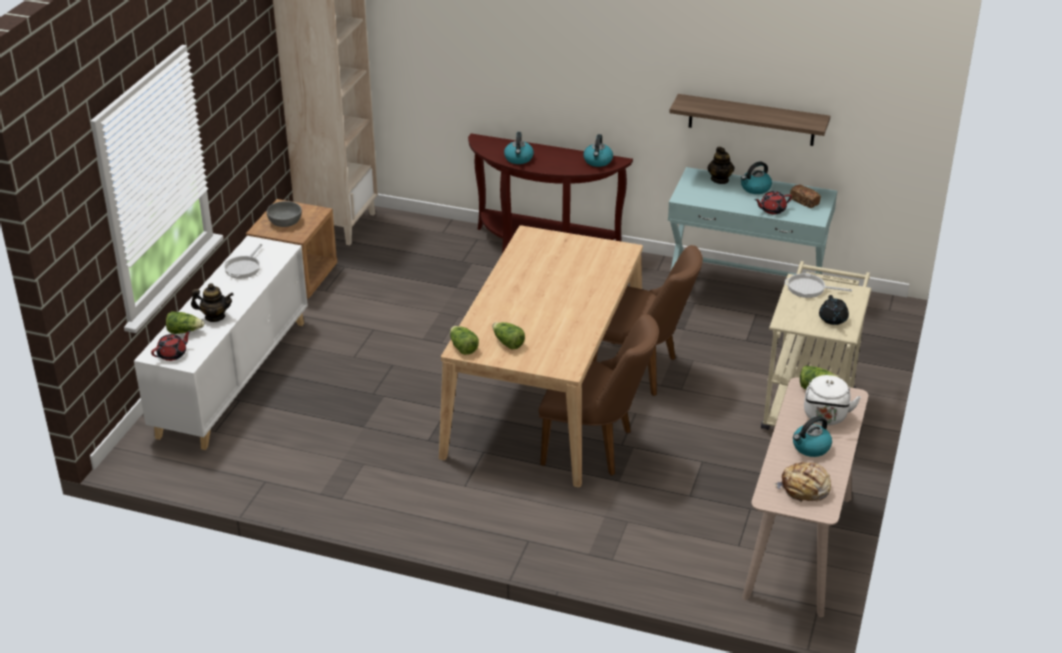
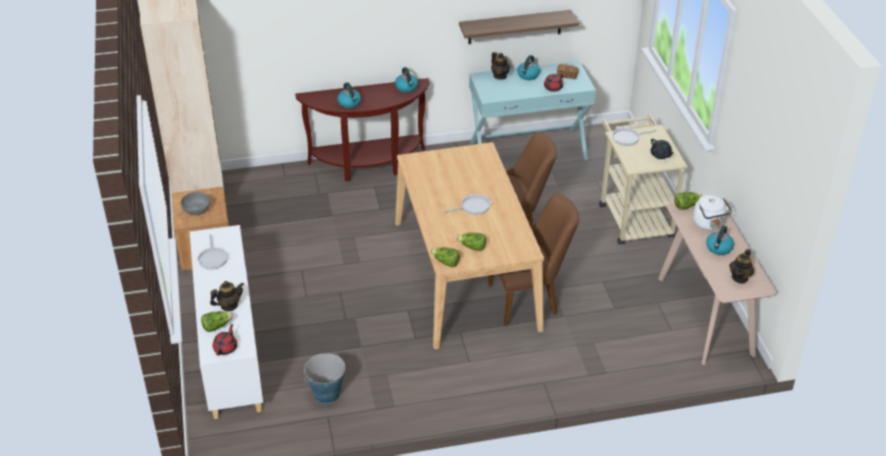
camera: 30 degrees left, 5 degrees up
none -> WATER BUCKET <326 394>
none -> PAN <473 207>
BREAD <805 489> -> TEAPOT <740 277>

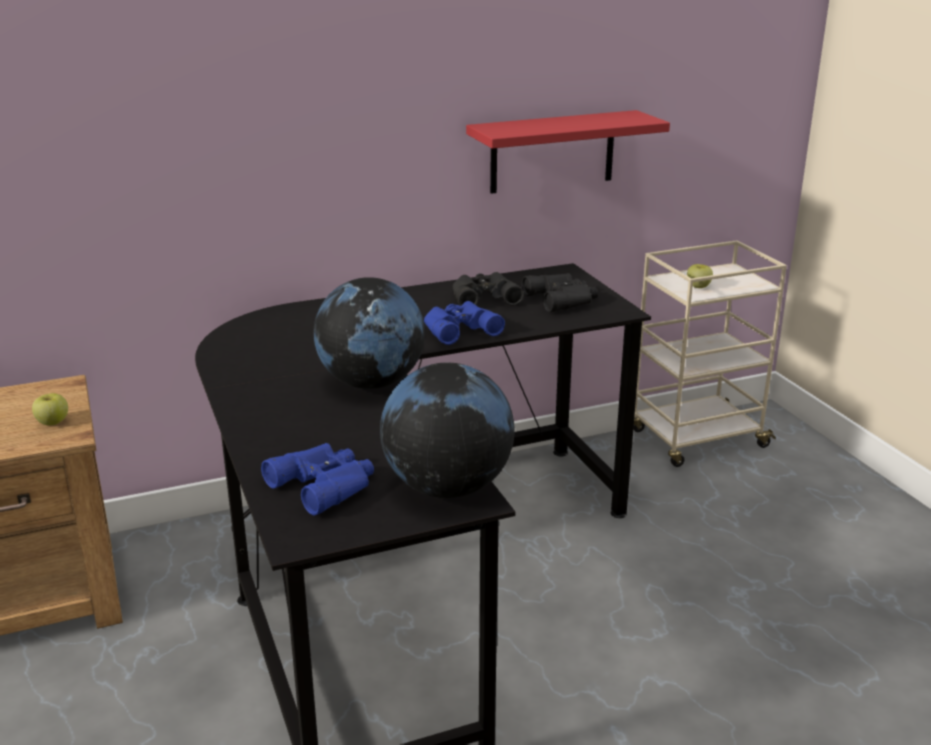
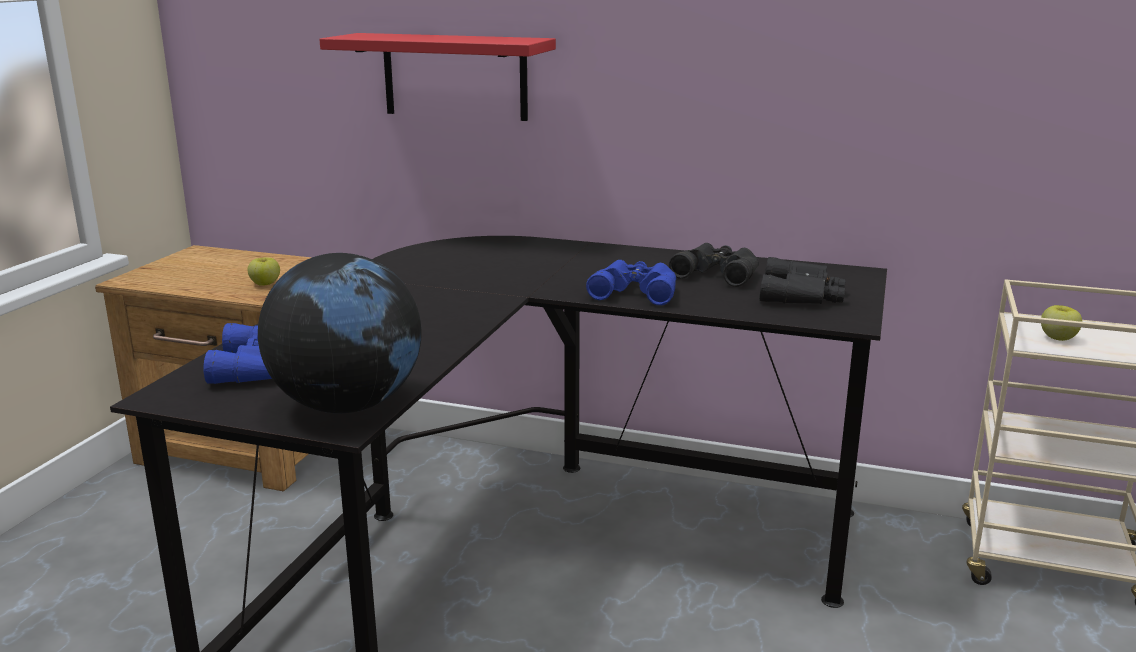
camera: 40 degrees right, 5 degrees down
REDDISH BRACKET SHELF <552 152> -> REDDISH BRACKET SHELF <455 76>, move
GLOBE <371 383> -> none

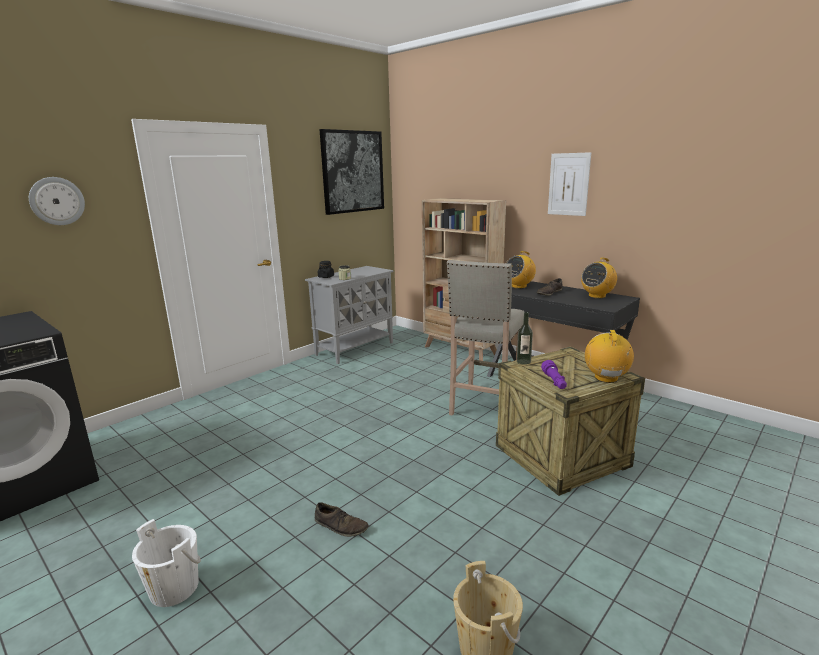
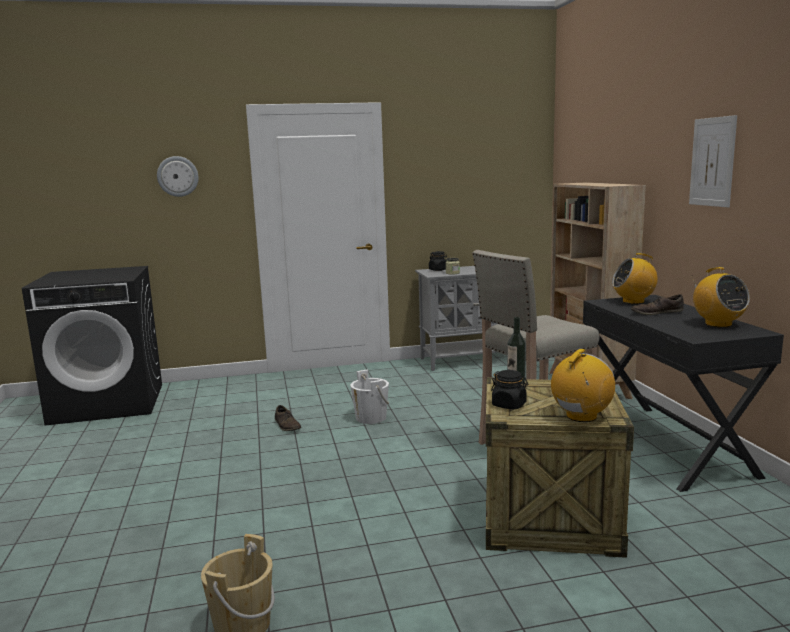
camera: 35 degrees right, 5 degrees down
BROWN LOW SHOE <341 526> -> BROWN LOW SHOE <287 425>, move
WHITISH WATER BUCKET <174 588> -> WHITISH WATER BUCKET <371 418>, move
PURPLE HAND TORCH <554 382> -> BLACK-COLOURED PRESERVE JAR <509 405>
RADIO <597 296> -> RADIO <718 324>, 105 degrees counterclockwise
PICTURE <353 171> -> none

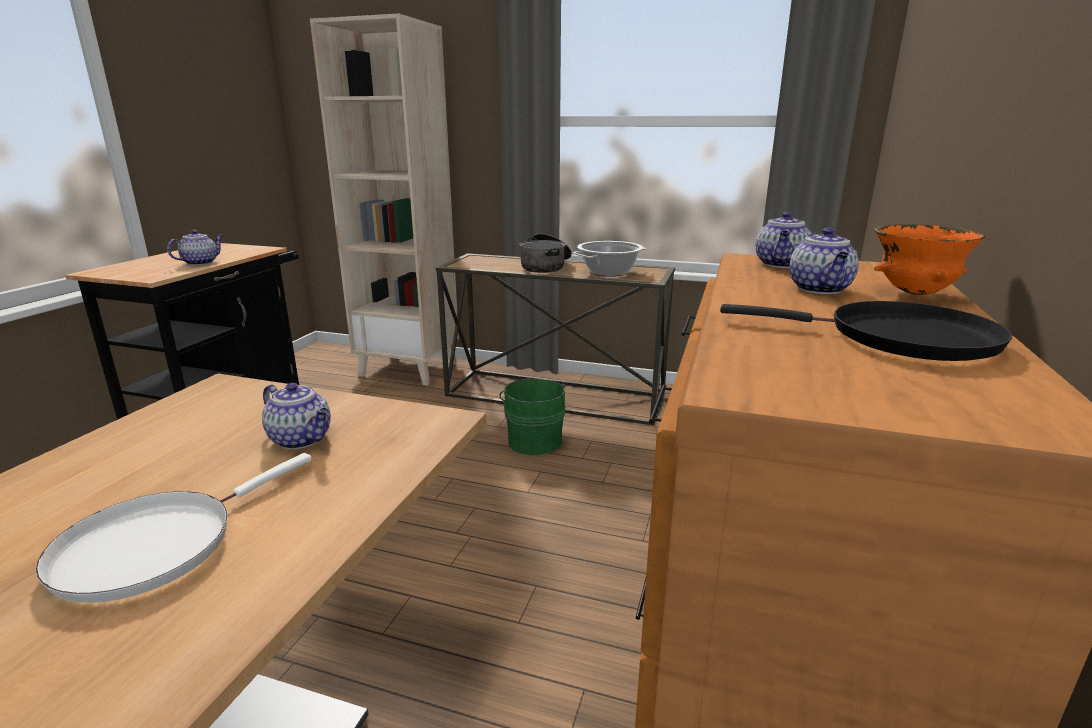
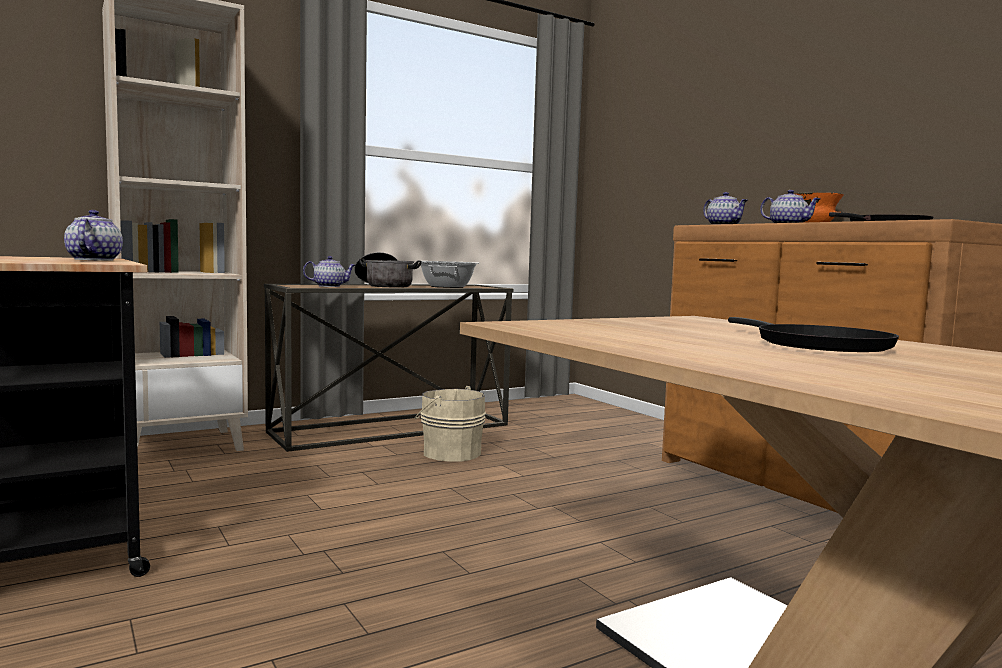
camera: 50 degrees left, 15 degrees down
TEAPOT <302 439> -> TEAPOT <330 286>, move
GREENISH WATER BUCKET <534 440> -> BEIGE WATER BUCKET <449 453>
WHITISH PAN <156 545> -> BLACK-COLOURED PAN <816 345>

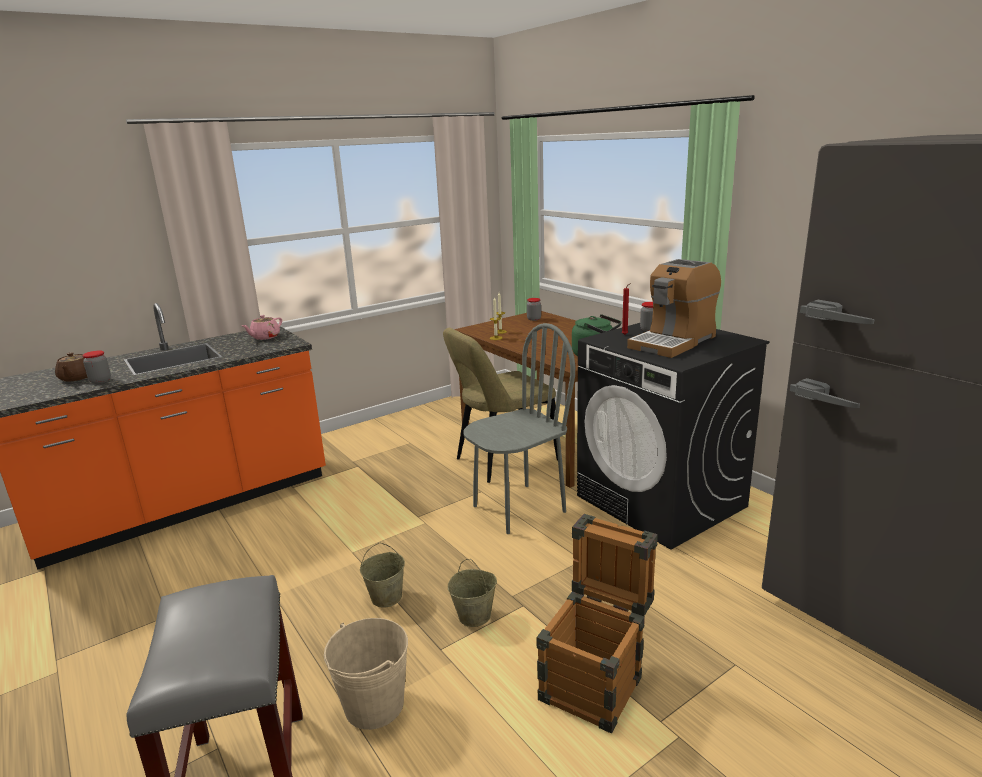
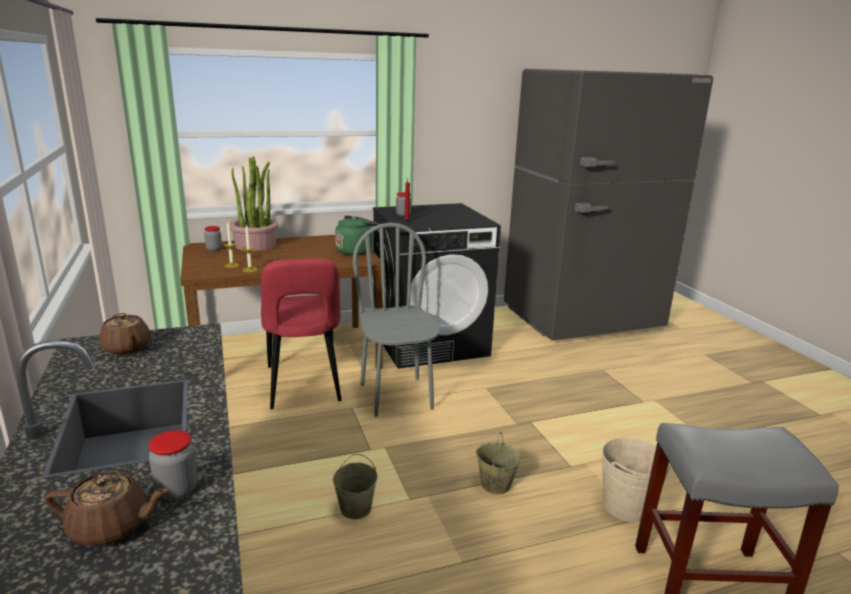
camera: 75 degrees left, 0 degrees up
PINKISH TEAPOT <265 337> -> BROWN TEAPOT <127 348>
none -> POTTED PLANT <255 245>
BEIGE CHAIR <502 461> -> REDDISH CHAIR <303 386>
BEIGE WATER BUCKET <475 615> -> BEIGE WATER BUCKET <355 508>, move
PACKING CRATE <597 680> -> none
COFFEE MAKER <673 342> -> none

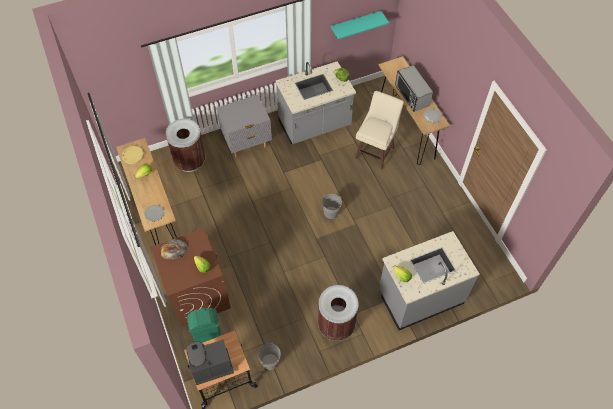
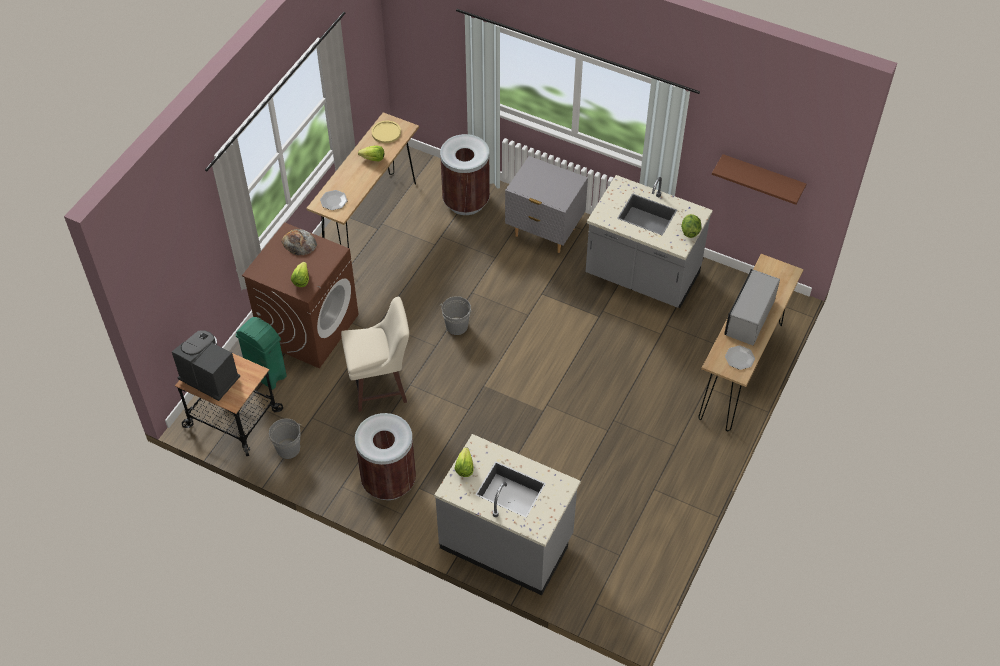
camera: 50 degrees right, 5 degrees down
BEIGE STOOL <375 152> -> BEIGE STOOL <381 387>, move
GREY WATER BUCKET <331 212> -> GREY WATER BUCKET <456 326>, move
TURQUOISE-COLOURED BRACKET SHELF <355 24> -> BROWN BRACKET SHELF <762 178>

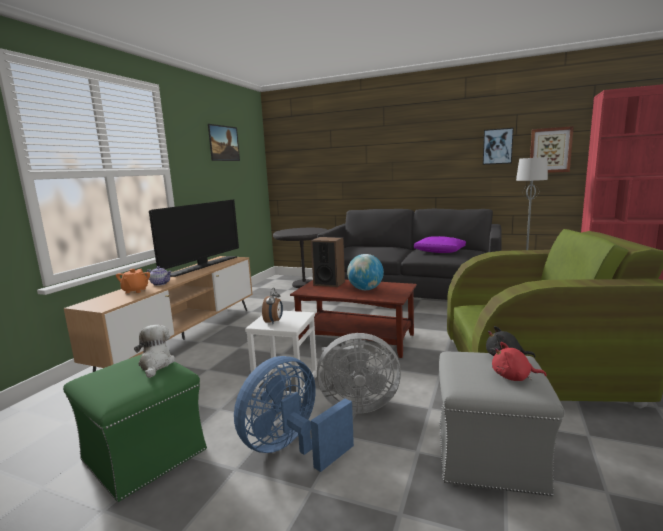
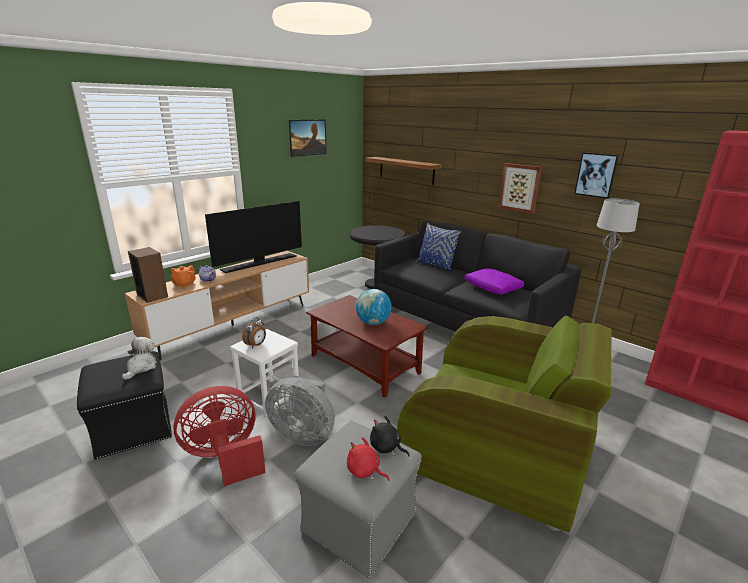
camera: 20 degrees right, 10 degrees up
GREENISH OTTOMAN <143 454> -> BLACK-COLOURED OTTOMAN <133 427>
LOUDSPEAKER <329 283> -> LOUDSPEAKER <152 295>, move
BLUE-COLOURED COOLING FAN <291 448> -> REDDISH COOLING FAN <225 457>
none -> BRACKET SHELF <406 170>
none -> BLUE-COLOURED PILLOW <436 265>
PICTURE <550 150> -> PICTURE <520 187>, move

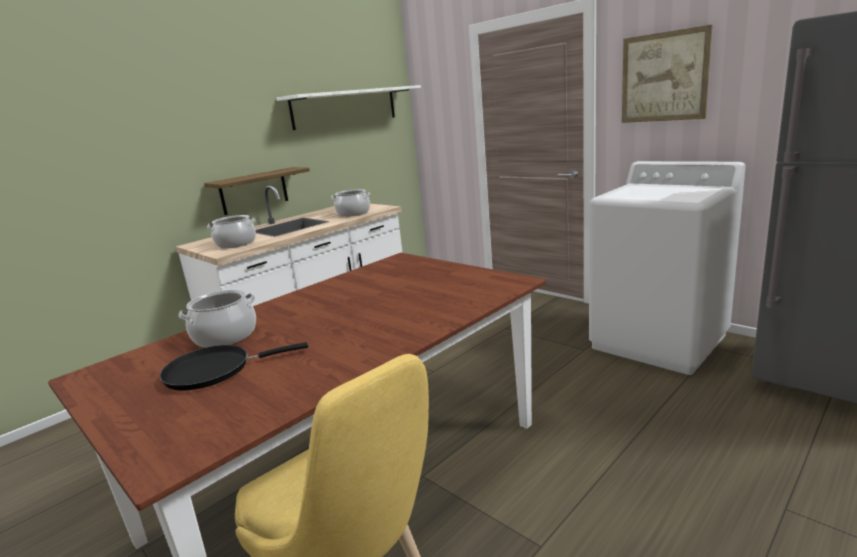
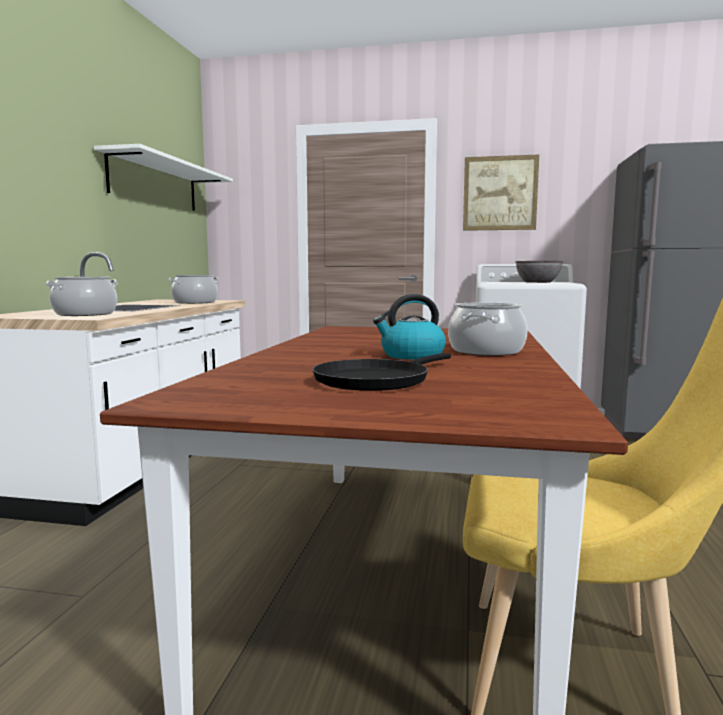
camera: 35 degrees left, 10 degrees down
none -> KETTLE <411 355>
COOKING POT <225 336> -> COOKING POT <485 351>, move
none -> GREY DEEP DISH <538 282>
BRACKET SHELF <254 191> -> none

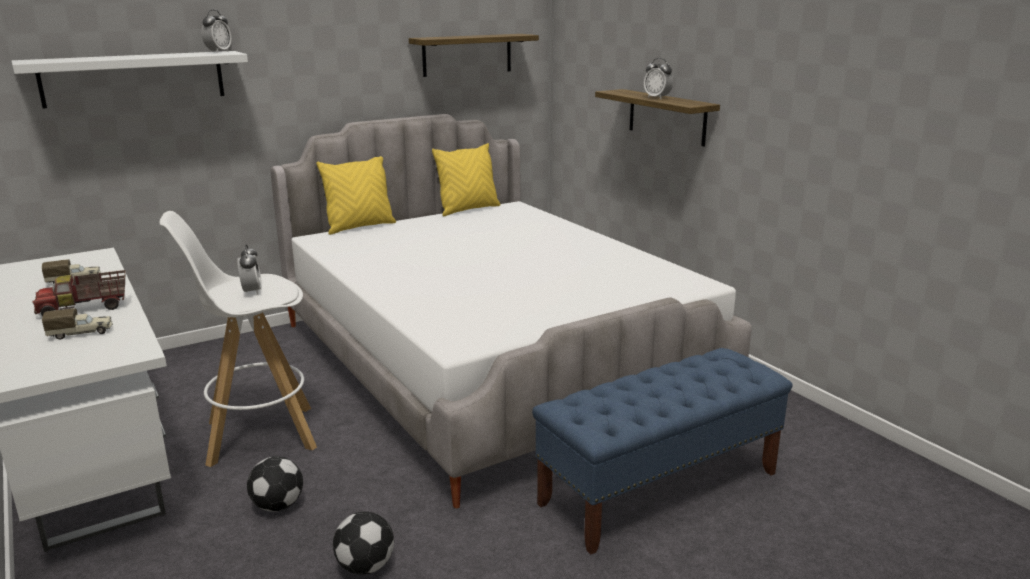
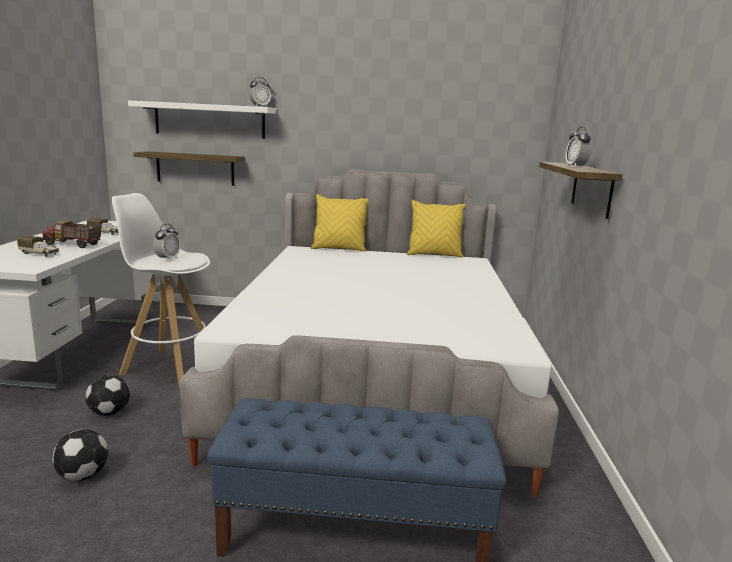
camera: 35 degrees right, 5 degrees down
BRACKET SHELF <467 55> -> BRACKET SHELF <195 168>, move

